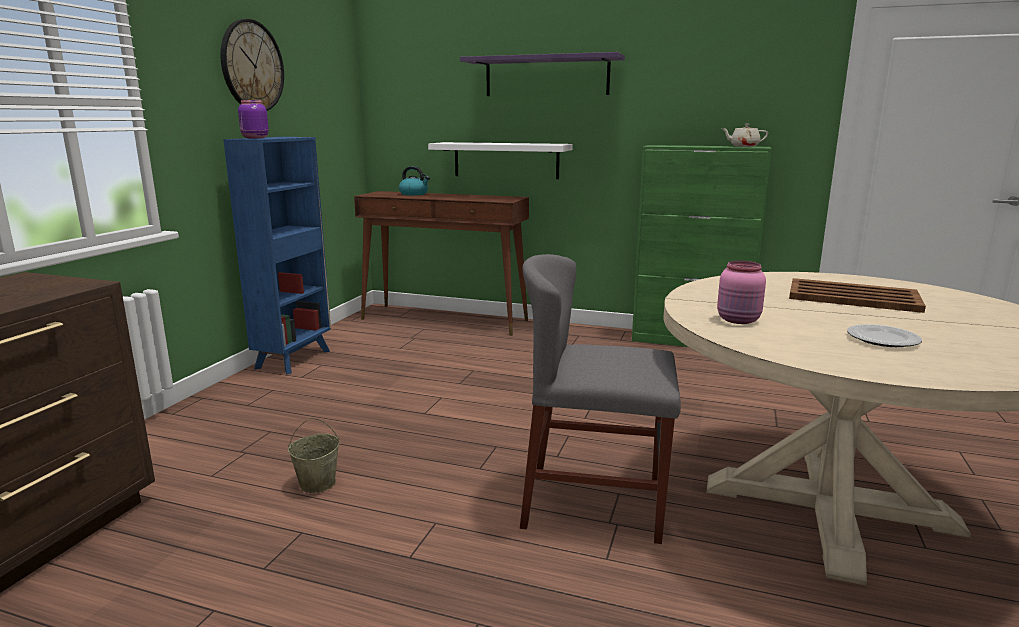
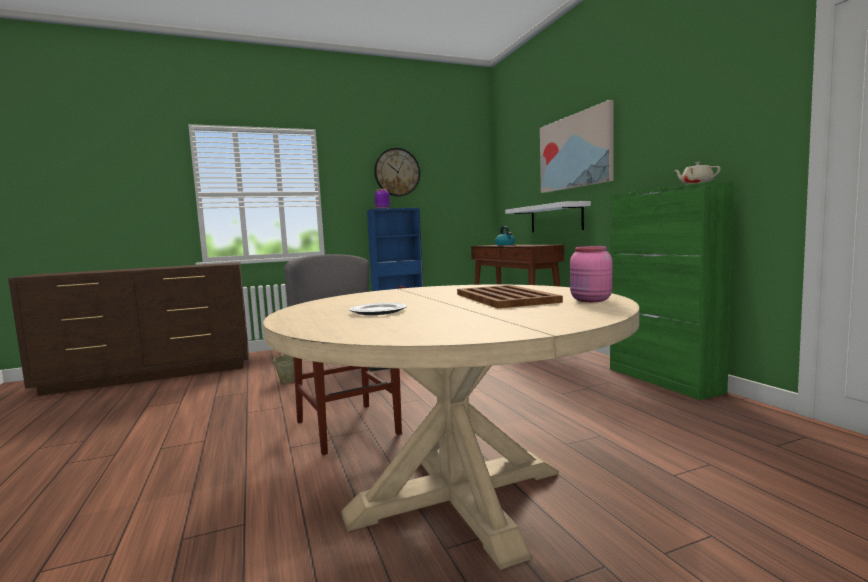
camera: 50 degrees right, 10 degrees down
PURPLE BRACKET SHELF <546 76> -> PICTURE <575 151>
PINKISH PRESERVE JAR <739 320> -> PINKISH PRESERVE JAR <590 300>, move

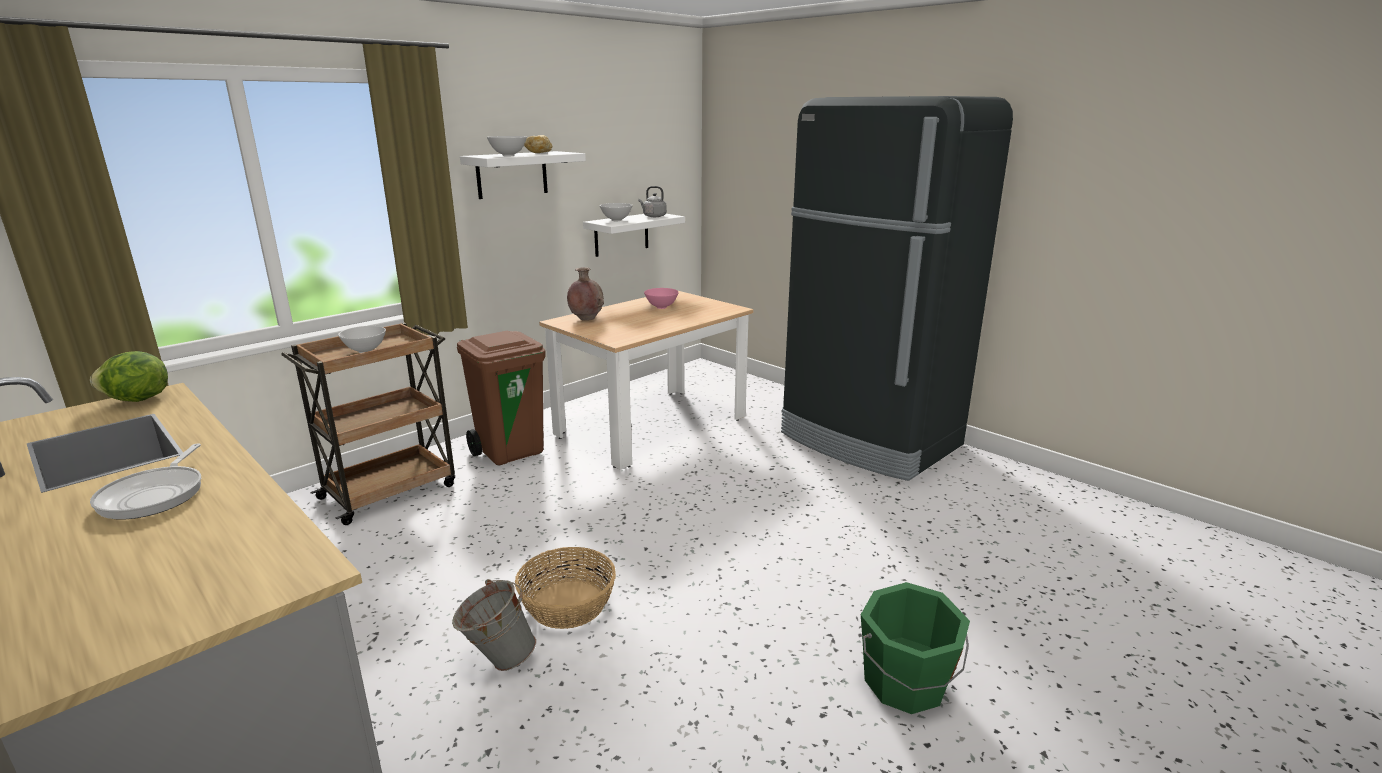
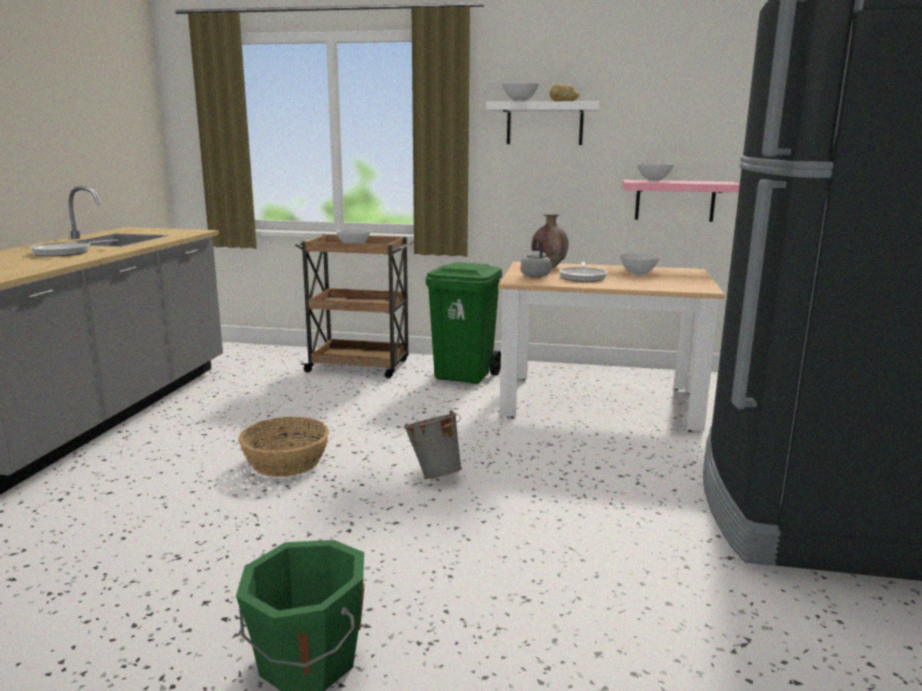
camera: 55 degrees right, 5 degrees down
GREY WATER BUCKET <497 660> -> GREY WATER BUCKET <434 474>, move
BROWN TRASH CAN <511 451> -> GREENISH TRASH CAN <464 376>
GREY KETTLE <653 216> -> GREY KETTLE <535 275>, move
none -> PAN <583 277>
PINKISH DEEP DISH <662 307> -> WHITISH DEEP DISH <638 274>
WHITISH BRACKET SHELF <621 234> -> PINKISH BRACKET SHELF <675 200>
LETTUCE <137 400> -> none

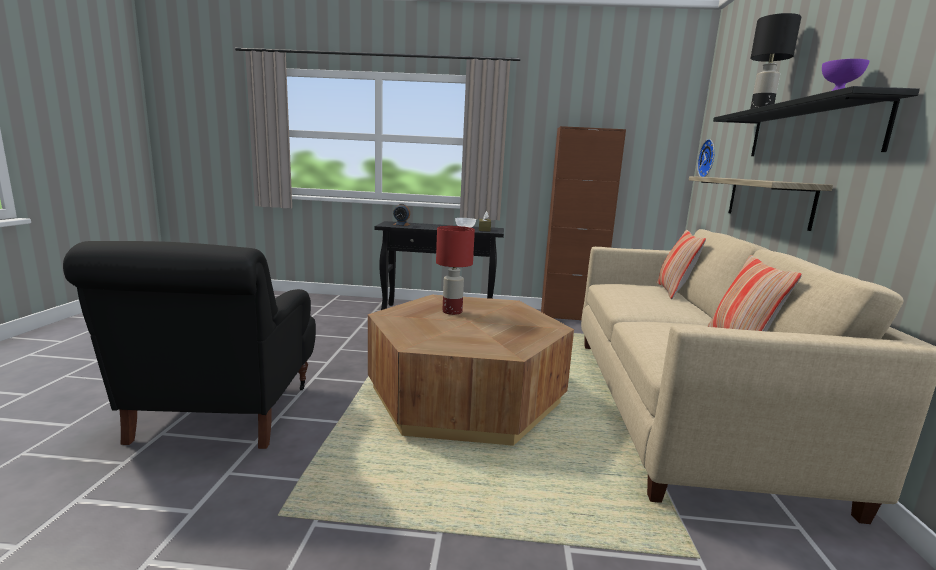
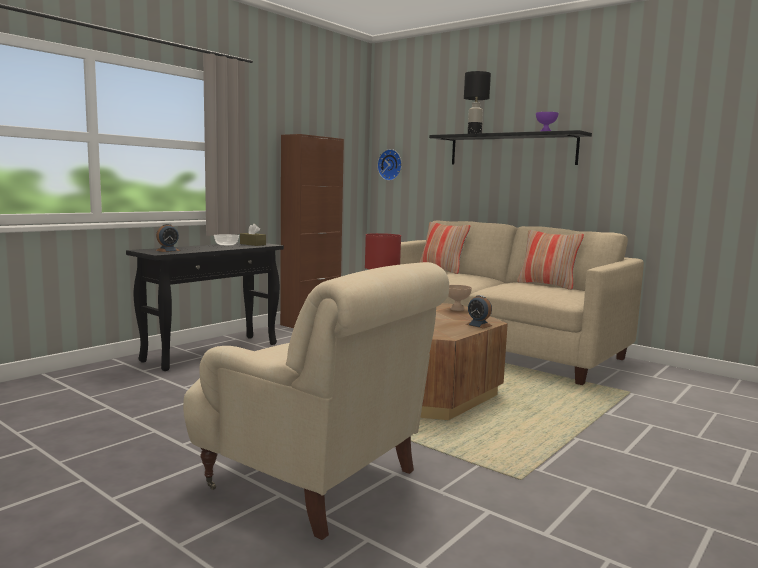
camera: 55 degrees left, 5 degrees down
BLACK-COLOURED ARMCHAIR <223 414> -> BEIGE ARMCHAIR <316 480>
none -> BEIGE DEEP DISH <457 309>
none -> TABLE CLOCK <478 325>
BRACKET SHELF <768 201> -> none

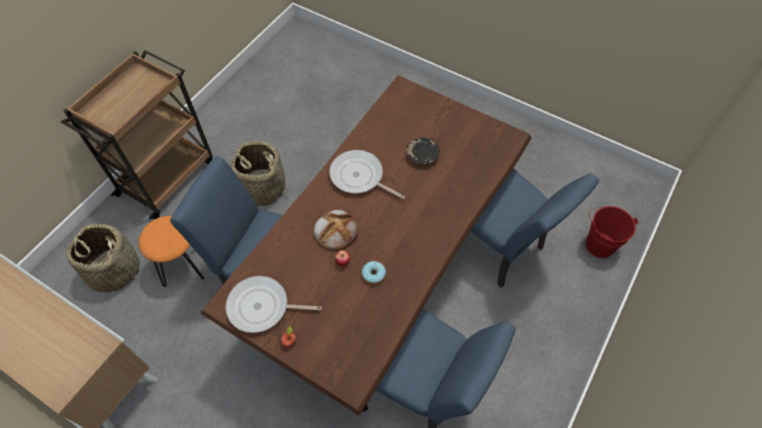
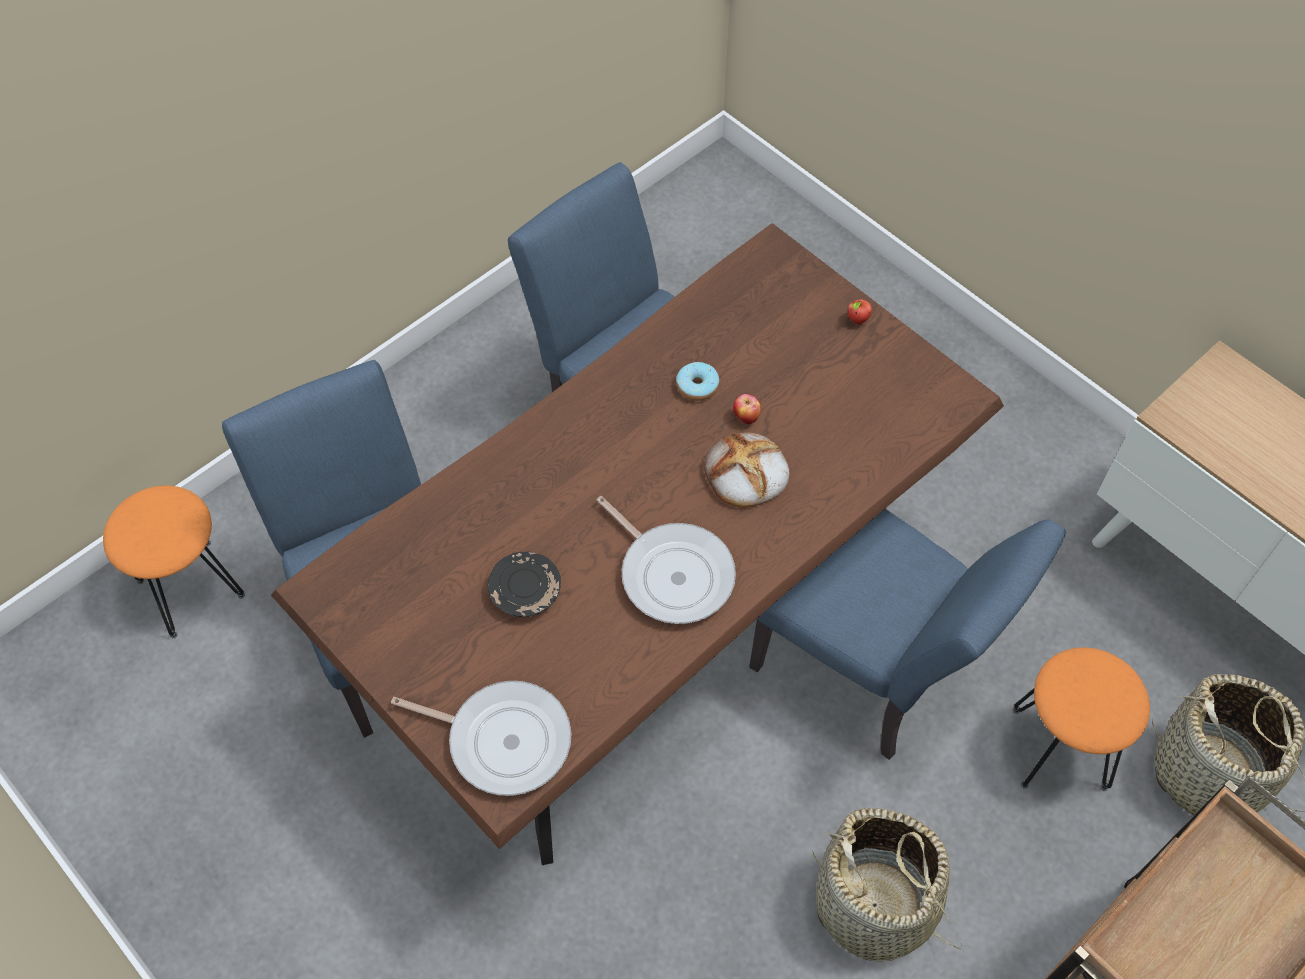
camera: 165 degrees left, 0 degrees up
REDDISH WATER BUCKET <599 242> -> ORANGEY STOOL <191 587>
PAN <262 307> -> PAN <503 739>, move

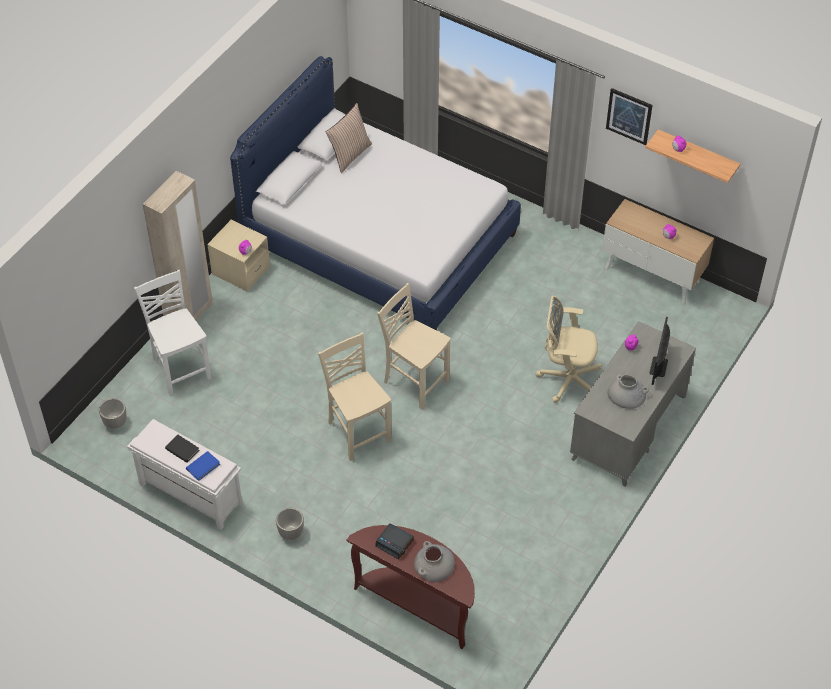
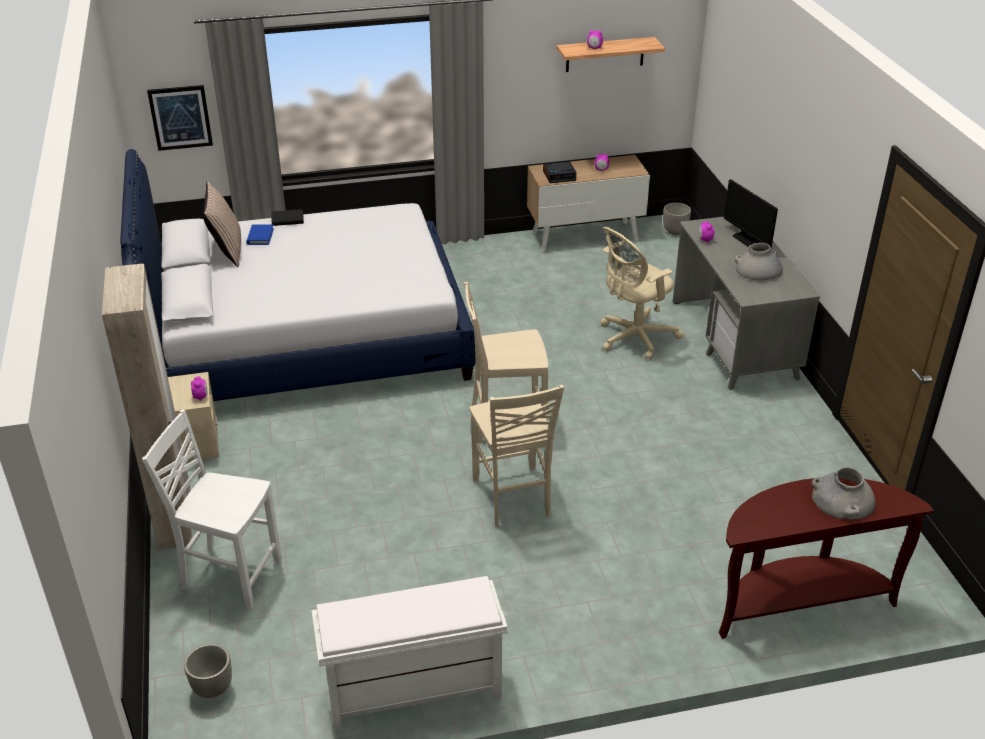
camera: 45 degrees left, 15 degrees down
PICTURE <629 116> -> PICTURE <180 117>, move
BLUE-COLOURED BOUND BOOK <203 467> -> BLUE-COLOURED BOUND BOOK <260 236>, move
BLACK-COLOURED BOUND BOOK <182 450> -> BLACK-COLOURED BOUND BOOK <287 220>, move
BEIGE CHAIR <357 431> -> BEIGE CHAIR <513 498>, 120 degrees counterclockwise
TABLE CLOCK <395 543> -> TABLE CLOCK <559 176>, move
PLANTER <291 533> -> PLANTER <675 231>, move

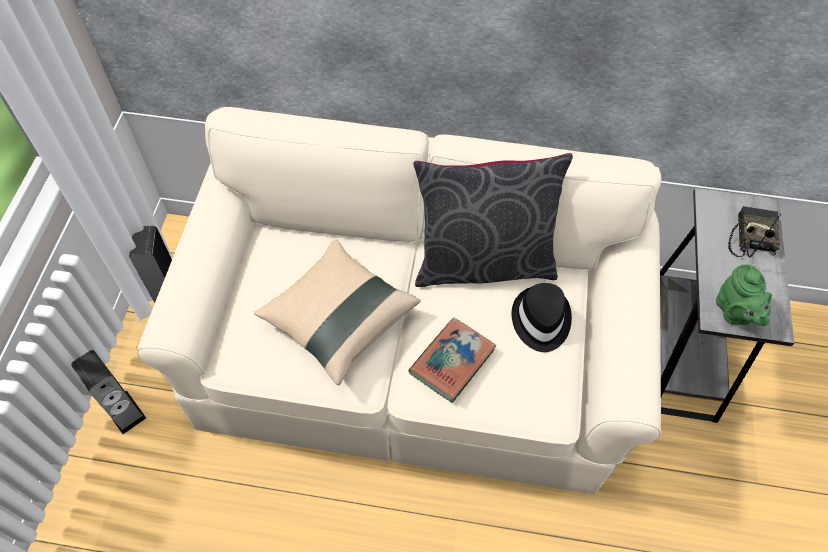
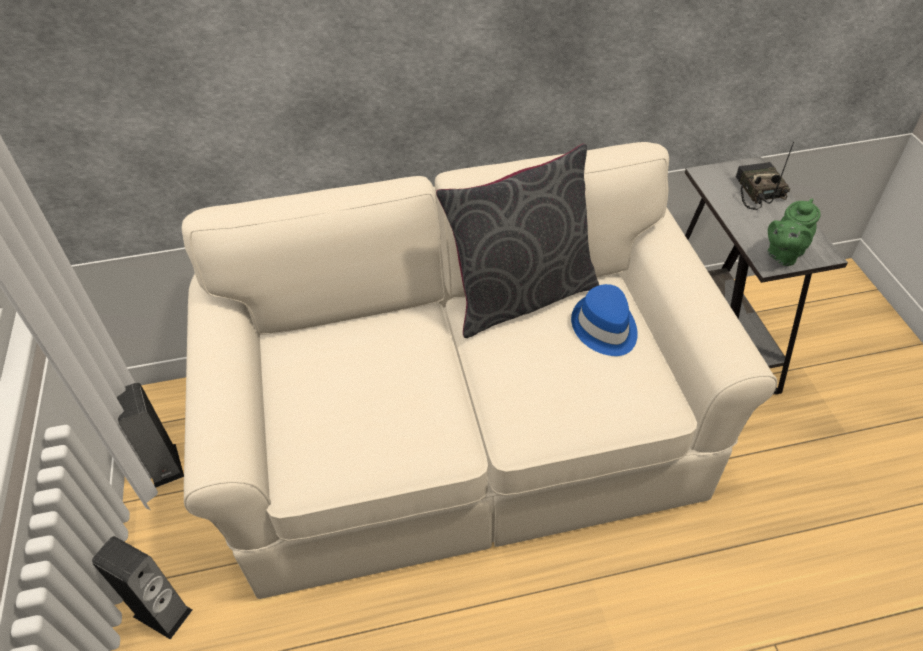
camera: 20 degrees left, 10 degrees down
BLACK-COLOURED HAT <540 320> -> BLUE-COLOURED HAT <604 328>
GREENISH TEAPOT <735 313> -> GREENISH TEAPOT <783 254>, 75 degrees clockwise
BEIGE PILLOW <339 320> -> none
BOUND BOOK <452 361> -> none

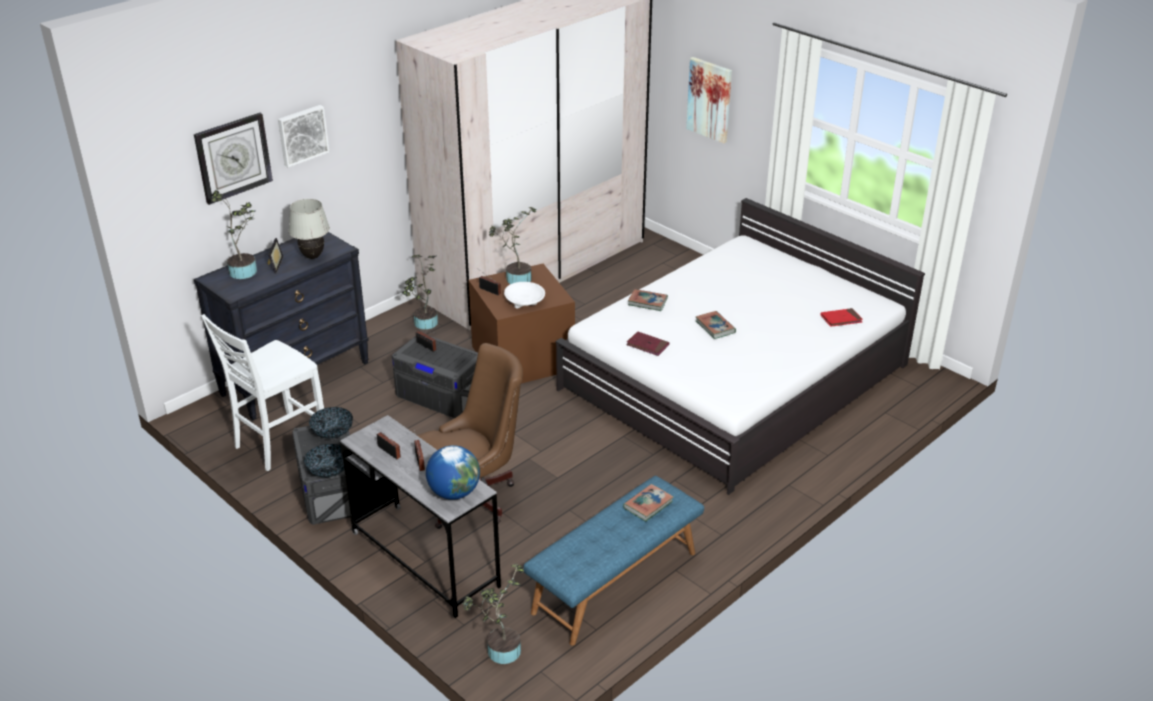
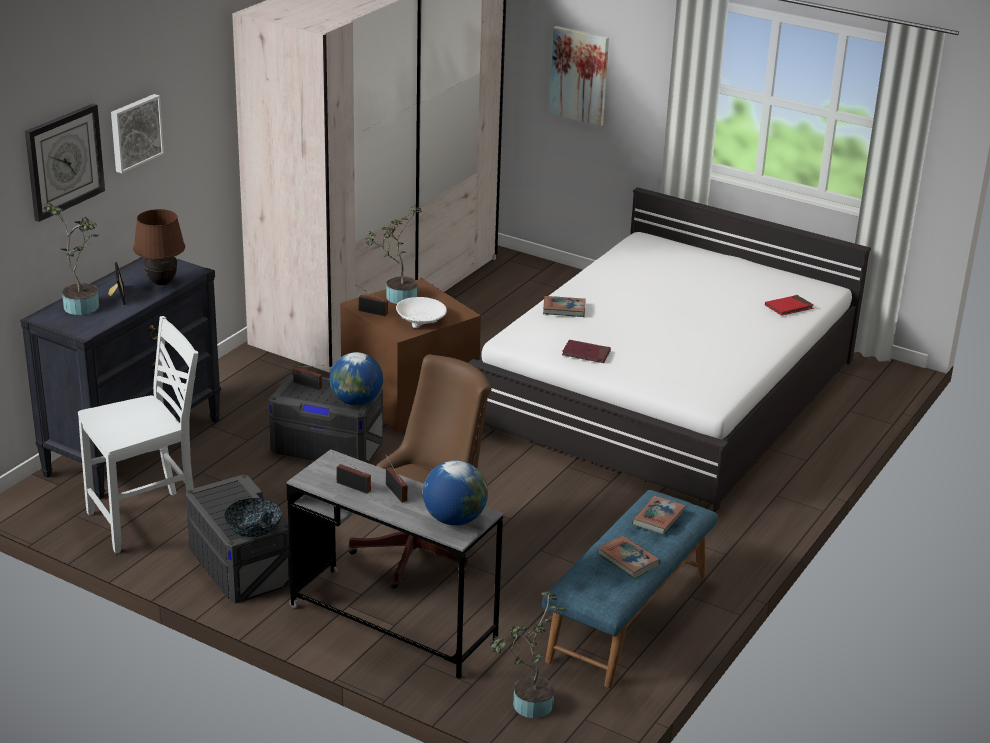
camera: 15 degrees left, 5 degrees down
WHITISH CHAIR <278 443> -> WHITISH CHAIR <147 520>, 150 degrees counterclockwise
WHITISH LAMP FOR A TABLE <312 256> -> BROWN LAMP FOR A TABLE <161 283>
none -> GLOBE <356 402>
BOUND BOOK <715 327> -> BOUND BOOK <628 560>, move
DEEP DISH <332 432> -> none
POTTED PLANT <424 324> -> none

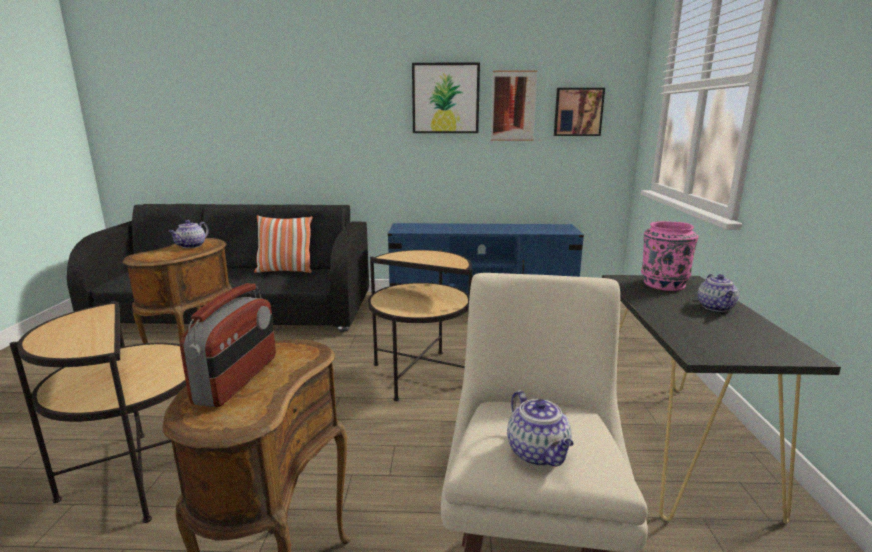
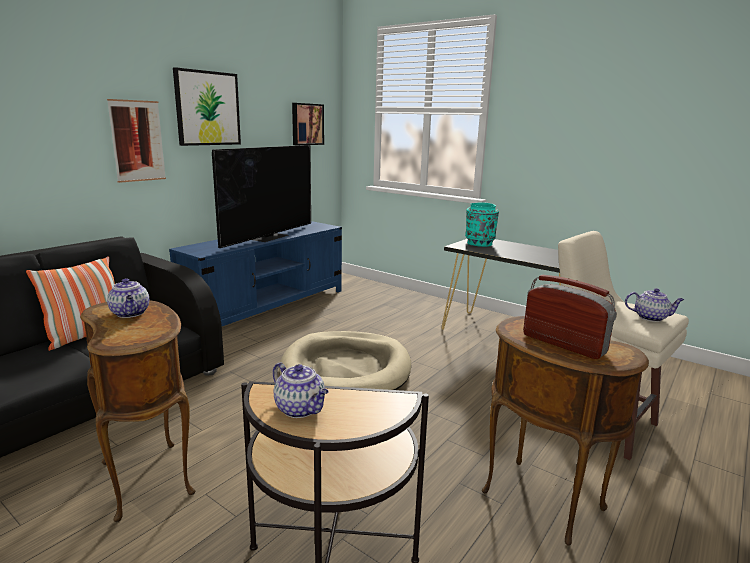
camera: 55 degrees left, 0 degrees up
PICTURE <513 106> -> PICTURE <137 141>, move
none -> TV SET <269 237>
TEAPOT <716 308> -> TEAPOT <301 409>, move
ACCENT TABLE <420 374> -> BEIGE DOG BED <346 370>
PINKISH VASE <663 284> -> TURQUOISE-COLOURED VASE <479 244>

